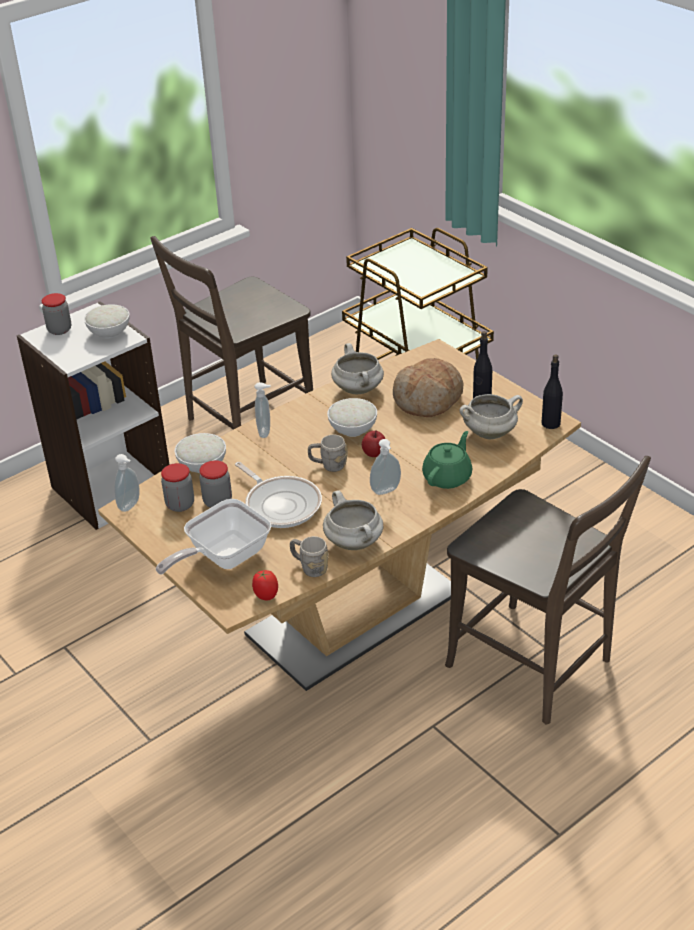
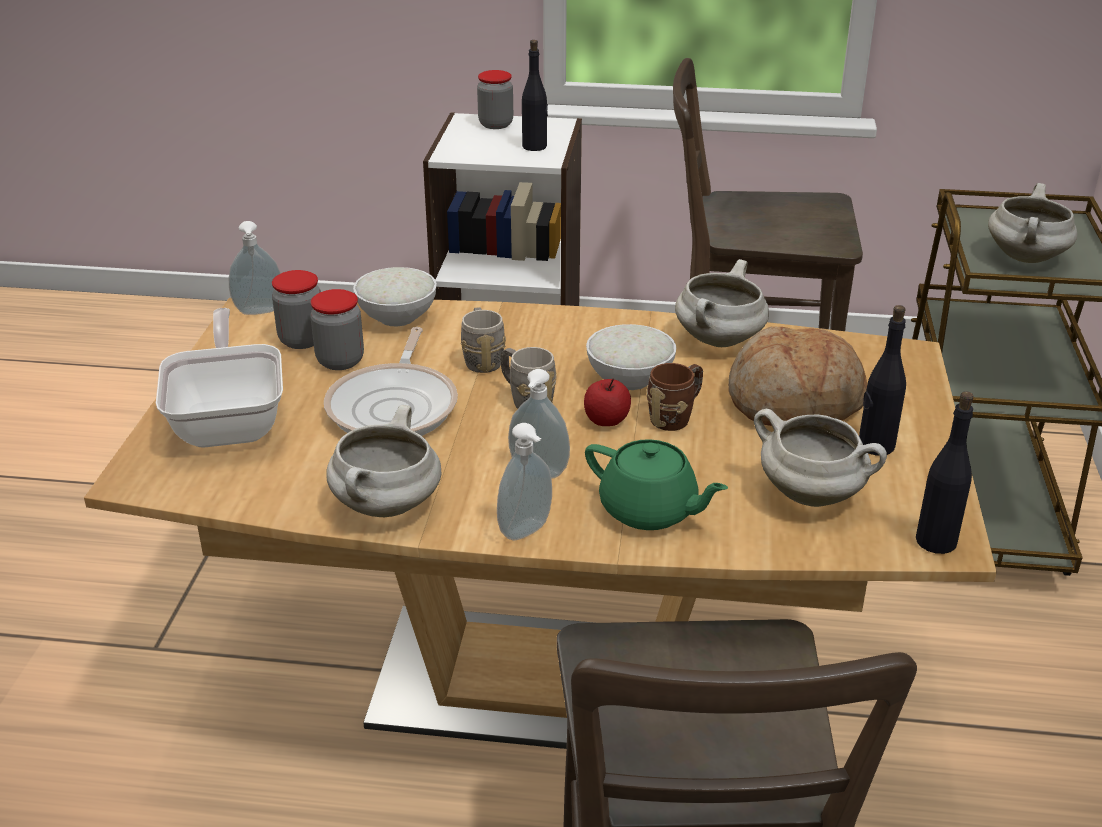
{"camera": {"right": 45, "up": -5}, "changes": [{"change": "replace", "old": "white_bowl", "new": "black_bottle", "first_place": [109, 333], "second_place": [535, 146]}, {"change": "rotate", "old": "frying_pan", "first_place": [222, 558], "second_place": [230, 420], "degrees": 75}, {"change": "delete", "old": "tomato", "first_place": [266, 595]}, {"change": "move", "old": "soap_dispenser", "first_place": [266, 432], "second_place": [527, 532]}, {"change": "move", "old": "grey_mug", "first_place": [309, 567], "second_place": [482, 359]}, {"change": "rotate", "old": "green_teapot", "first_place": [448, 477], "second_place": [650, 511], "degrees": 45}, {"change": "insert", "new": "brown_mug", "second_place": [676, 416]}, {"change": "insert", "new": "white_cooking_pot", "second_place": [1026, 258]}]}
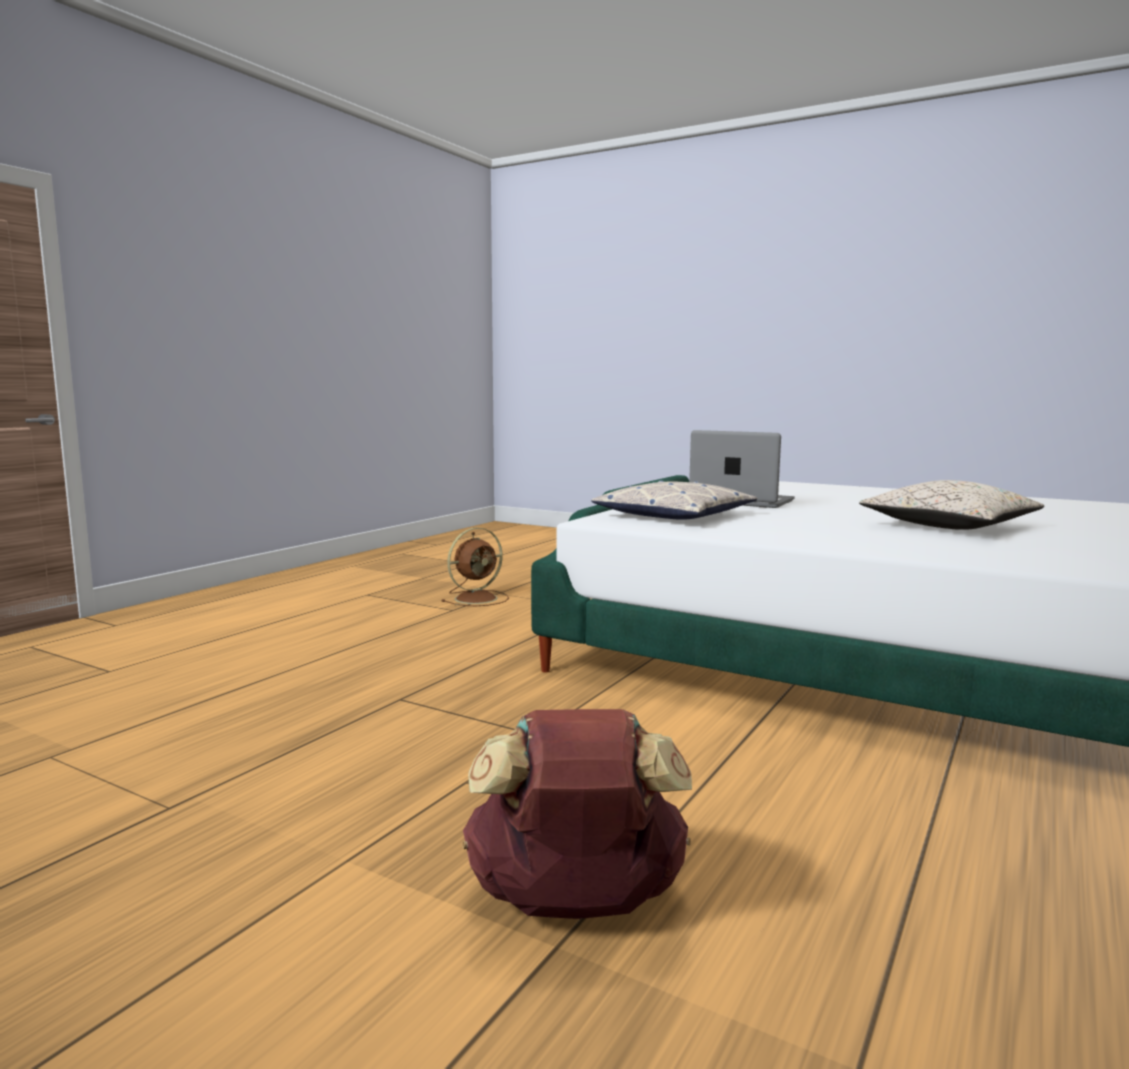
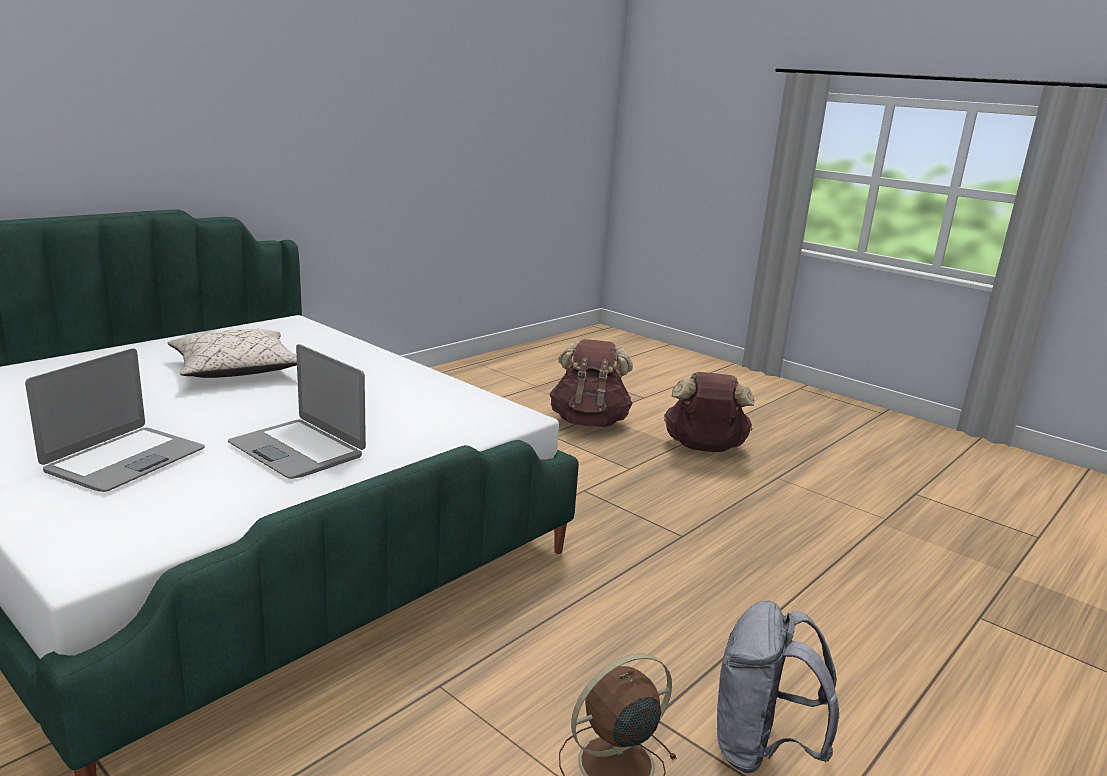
{"camera": {"right": -170, "up": 10}, "changes": [{"change": "delete", "old": "pillow", "first_place": [674, 516]}, {"change": "insert", "new": "laptop", "second_place": [124, 460]}, {"change": "insert", "new": "brown_backpack", "second_place": [704, 448]}, {"change": "insert", "new": "grey_backpack", "second_place": [760, 749]}]}
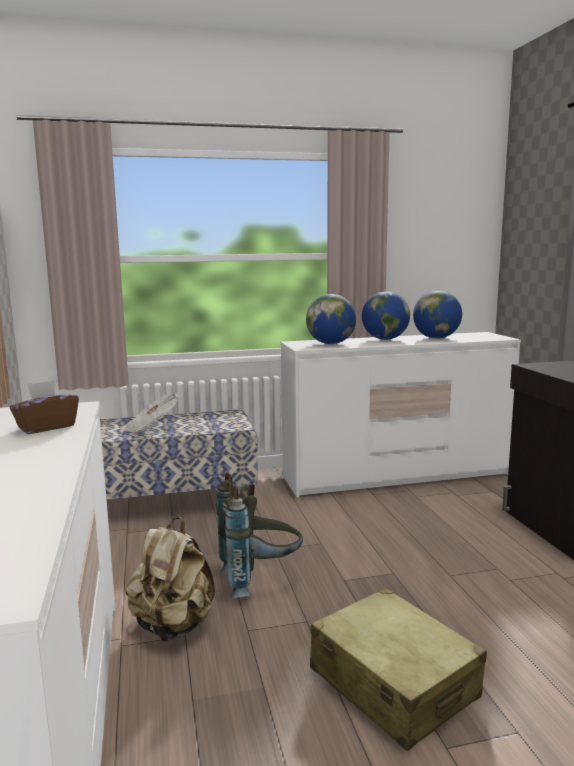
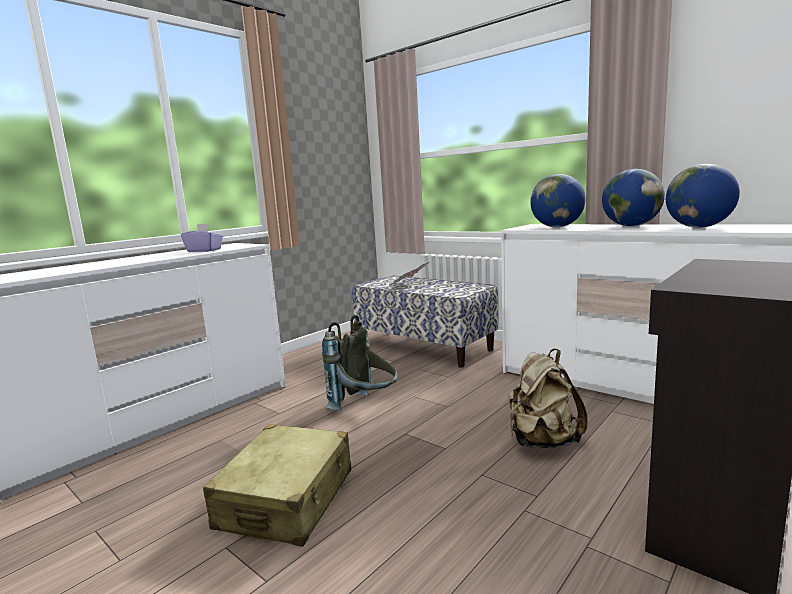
{"camera": {"right": 55, "up": 0}, "changes": [{"change": "recolor", "old": "brown_tissue_box", "new": "purple_tissue_box", "first_place": [46, 427], "second_place": [204, 250]}, {"change": "move", "old": "beige_backpack", "first_place": [173, 626], "second_place": [542, 441]}]}
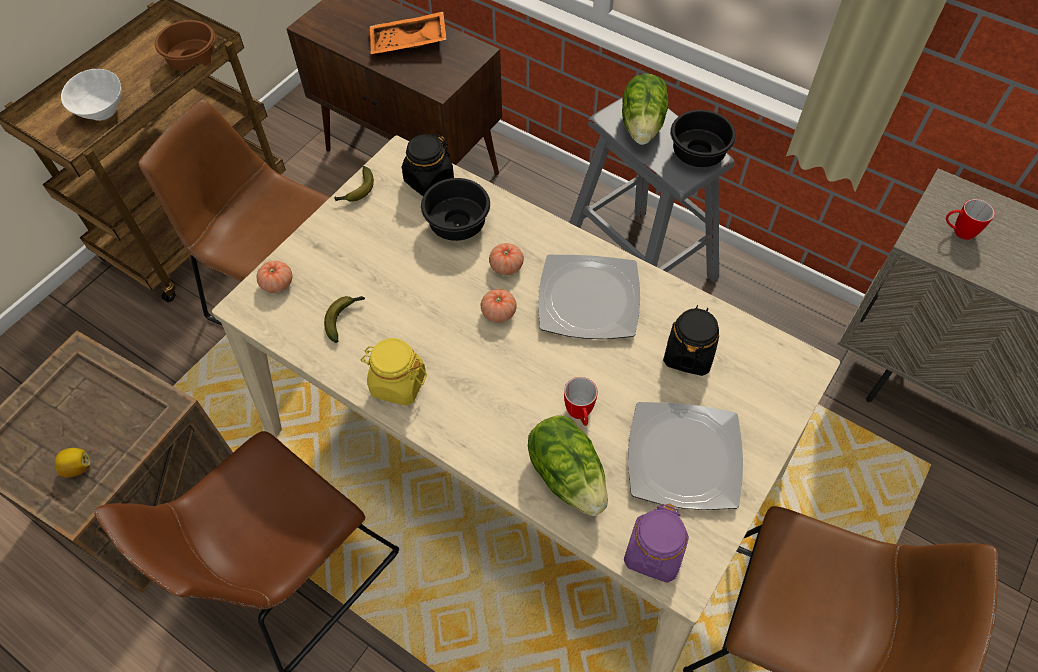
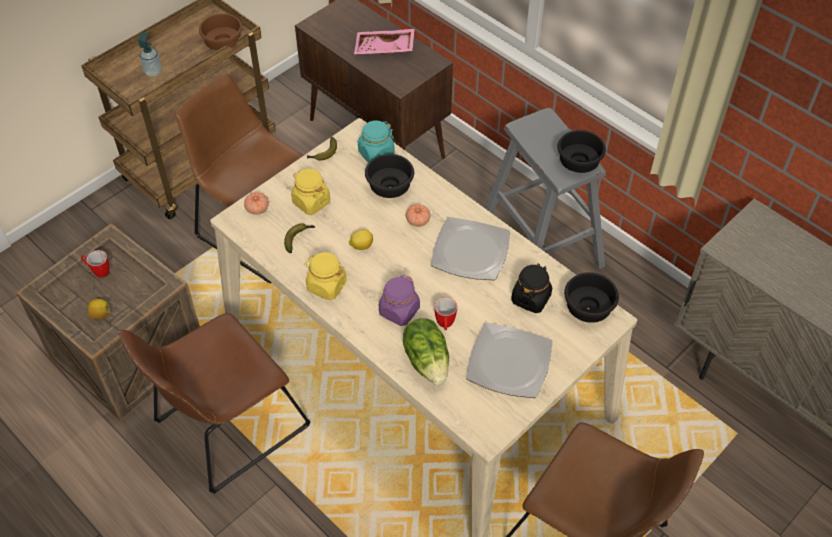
{"camera": {"right": 10, "up": -5}, "changes": [{"change": "replace", "old": "white_bowl", "new": "soap_dispenser", "first_place": [101, 112], "second_place": [153, 72]}, {"change": "recolor", "old": "orange_tray", "new": "pink_tray", "first_place": [408, 43], "second_place": [384, 49]}, {"change": "recolor", "old": "black_jar", "new": "turquoise_jar", "first_place": [429, 181], "second_place": [376, 154]}, {"change": "delete", "old": "tomato", "first_place": [498, 313]}, {"change": "delete", "old": "lettuce", "first_place": [643, 125]}, {"change": "move", "old": "purple_jar", "first_place": [654, 553], "second_place": [399, 311]}, {"change": "move", "old": "mug", "first_place": [957, 232], "second_place": [98, 271]}, {"change": "insert", "new": "yellow_jar", "second_place": [311, 202]}, {"change": "insert", "new": "lemon", "second_place": [361, 246]}, {"change": "insert", "new": "black_bowl", "second_place": [586, 308]}]}
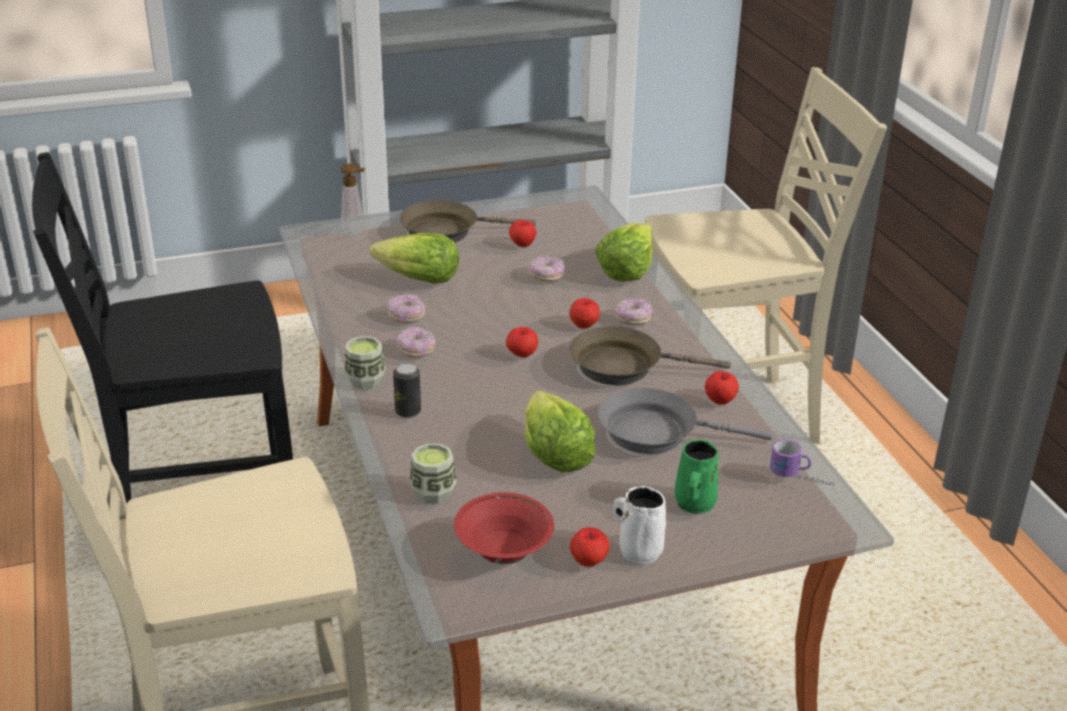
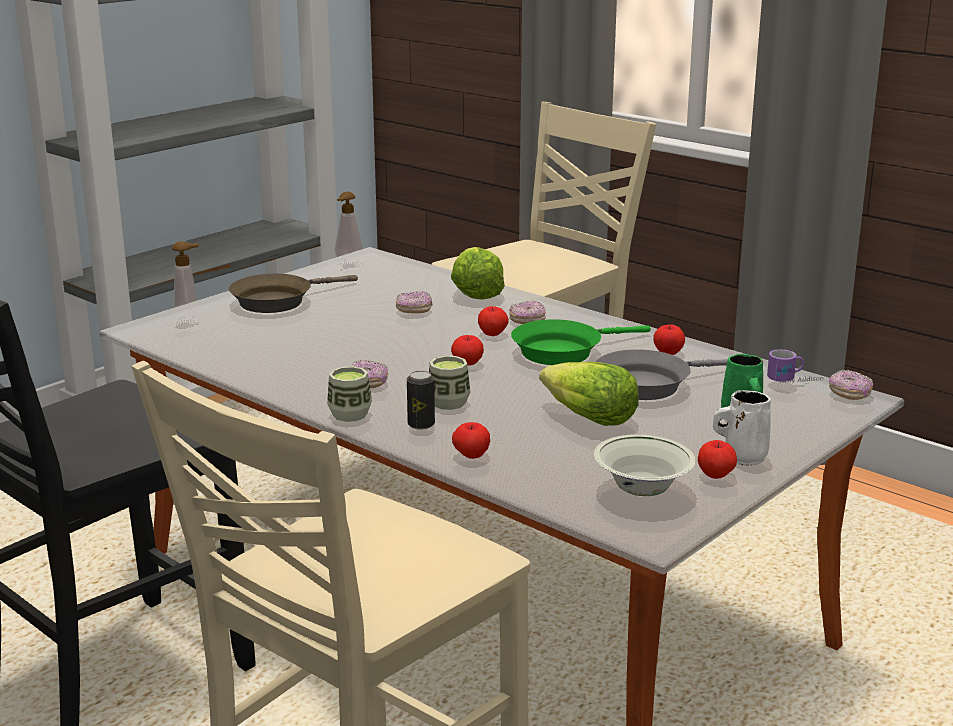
{"camera": {"right": -30, "up": -10}, "changes": [{"change": "delete", "old": "lettuce", "first_place": [418, 279]}, {"change": "move", "old": "donut", "first_place": [406, 316], "second_place": [849, 394]}, {"change": "move", "old": "cup", "first_place": [433, 492], "second_place": [448, 403]}, {"change": "recolor", "old": "red_bowl", "new": "white_bowl", "first_place": [503, 553], "second_place": [642, 491]}, {"change": "move", "old": "apple", "first_place": [522, 244], "second_place": [471, 456]}, {"change": "recolor", "old": "brown_frying_pan", "new": "green_frying_pan", "first_place": [623, 366], "second_place": [563, 351]}, {"change": "insert", "new": "soap_dispenser", "second_place": [348, 263]}]}
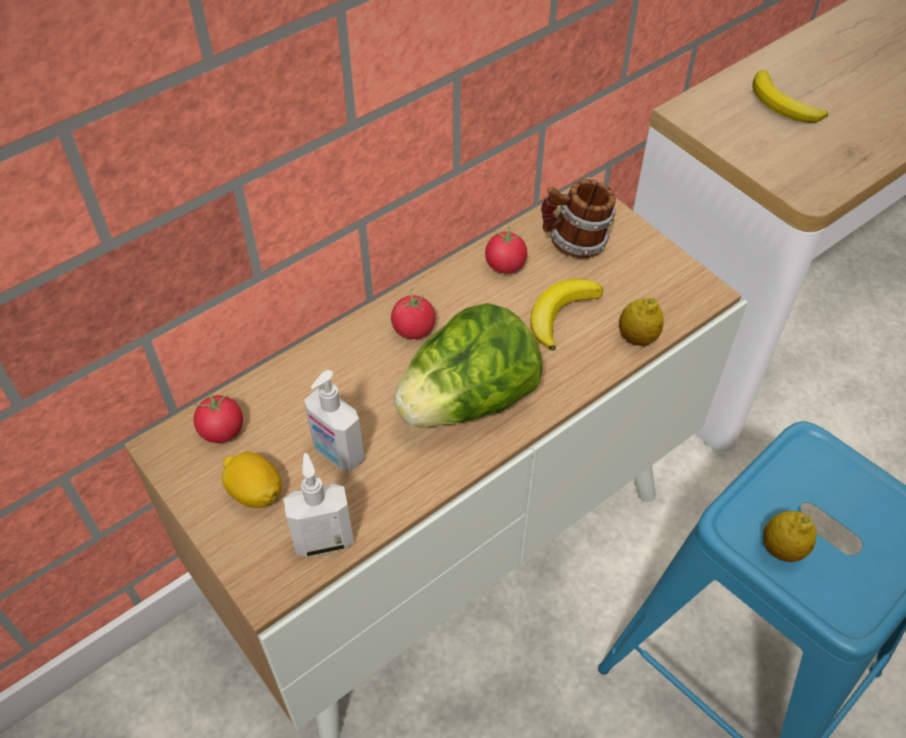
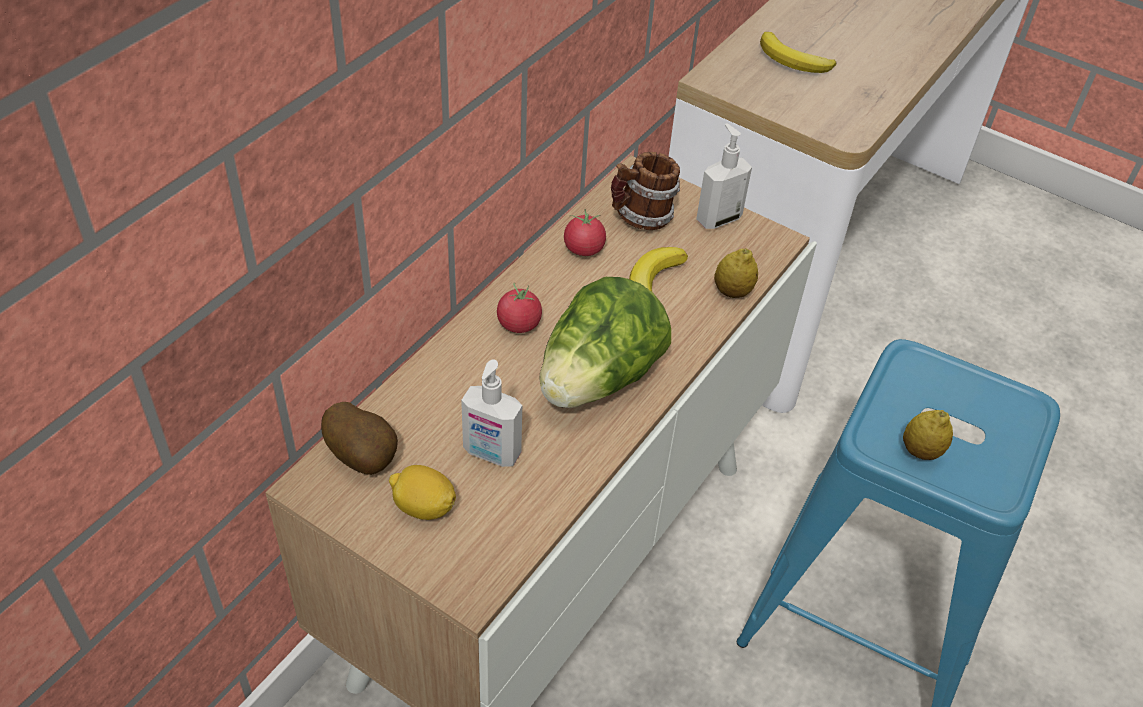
{"camera": {"right": -20, "up": -5}, "changes": [{"change": "replace", "old": "tomato", "new": "potato", "first_place": [222, 430], "second_place": [364, 456]}, {"change": "move", "old": "soap_dispenser", "first_place": [324, 540], "second_place": [718, 218]}]}
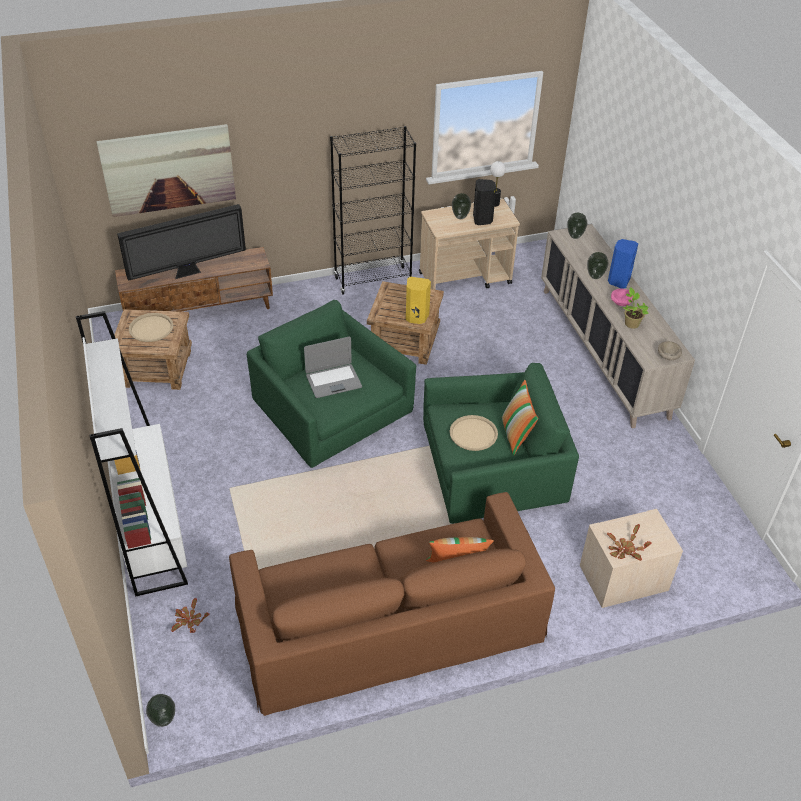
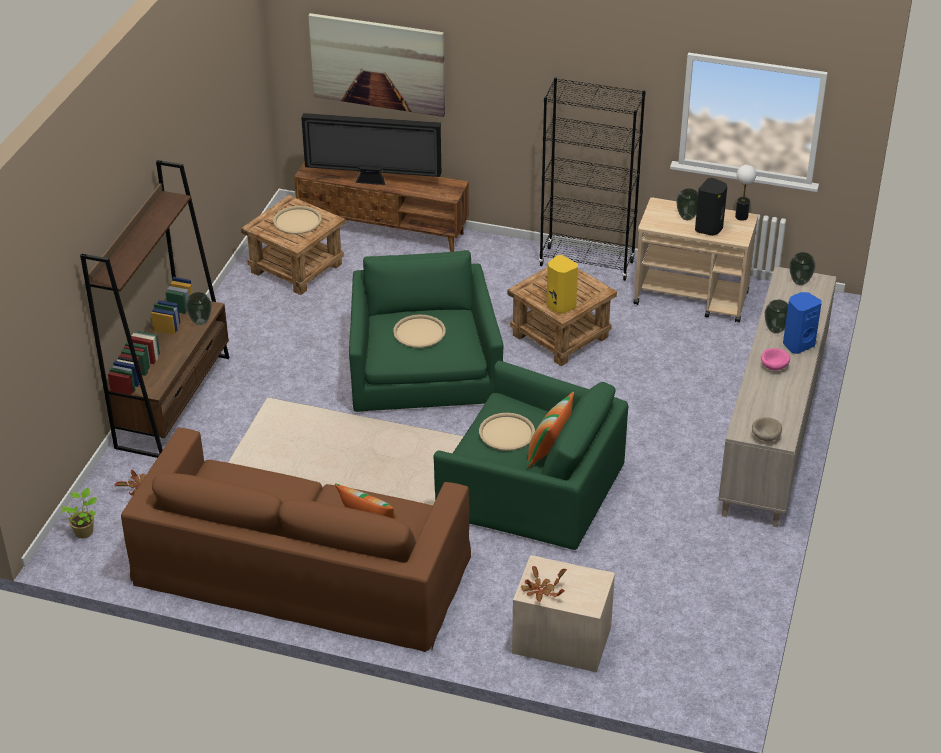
{"camera": {"right": 35, "up": -5}, "changes": [{"change": "recolor", "old": "white_bookcase", "new": "brown_bookcase", "first_place": [152, 527], "second_place": [174, 401]}, {"change": "move", "old": "vase", "first_place": [163, 720], "second_place": [200, 322]}, {"change": "replace", "old": "laptop", "new": "beige_tray", "first_place": [333, 381], "second_place": [419, 332]}, {"change": "move", "old": "potted_plant", "first_place": [631, 323], "second_place": [84, 531]}]}
